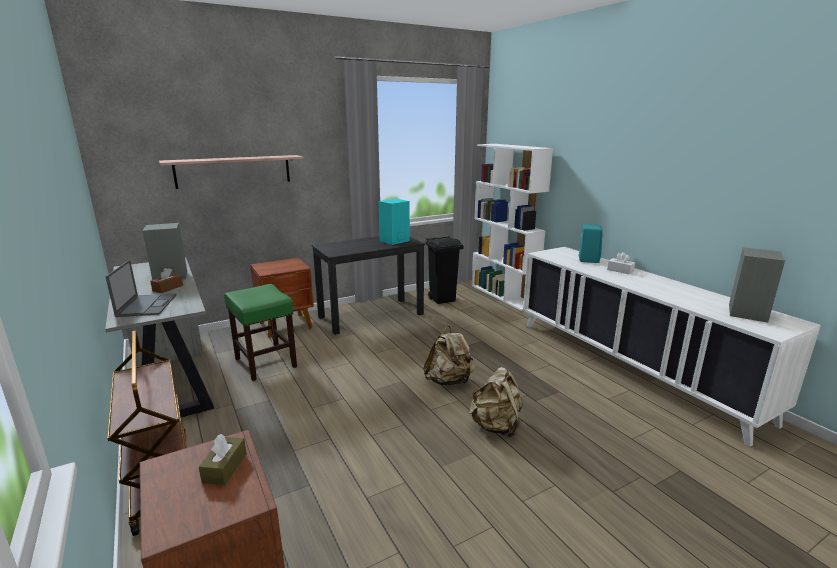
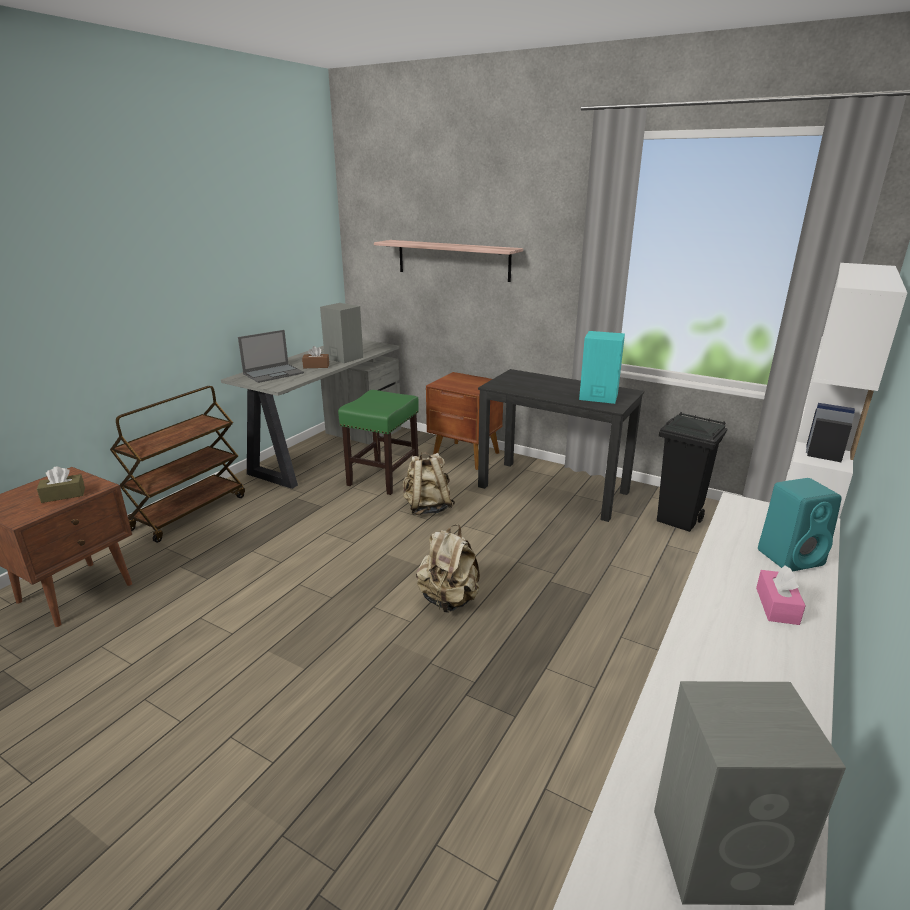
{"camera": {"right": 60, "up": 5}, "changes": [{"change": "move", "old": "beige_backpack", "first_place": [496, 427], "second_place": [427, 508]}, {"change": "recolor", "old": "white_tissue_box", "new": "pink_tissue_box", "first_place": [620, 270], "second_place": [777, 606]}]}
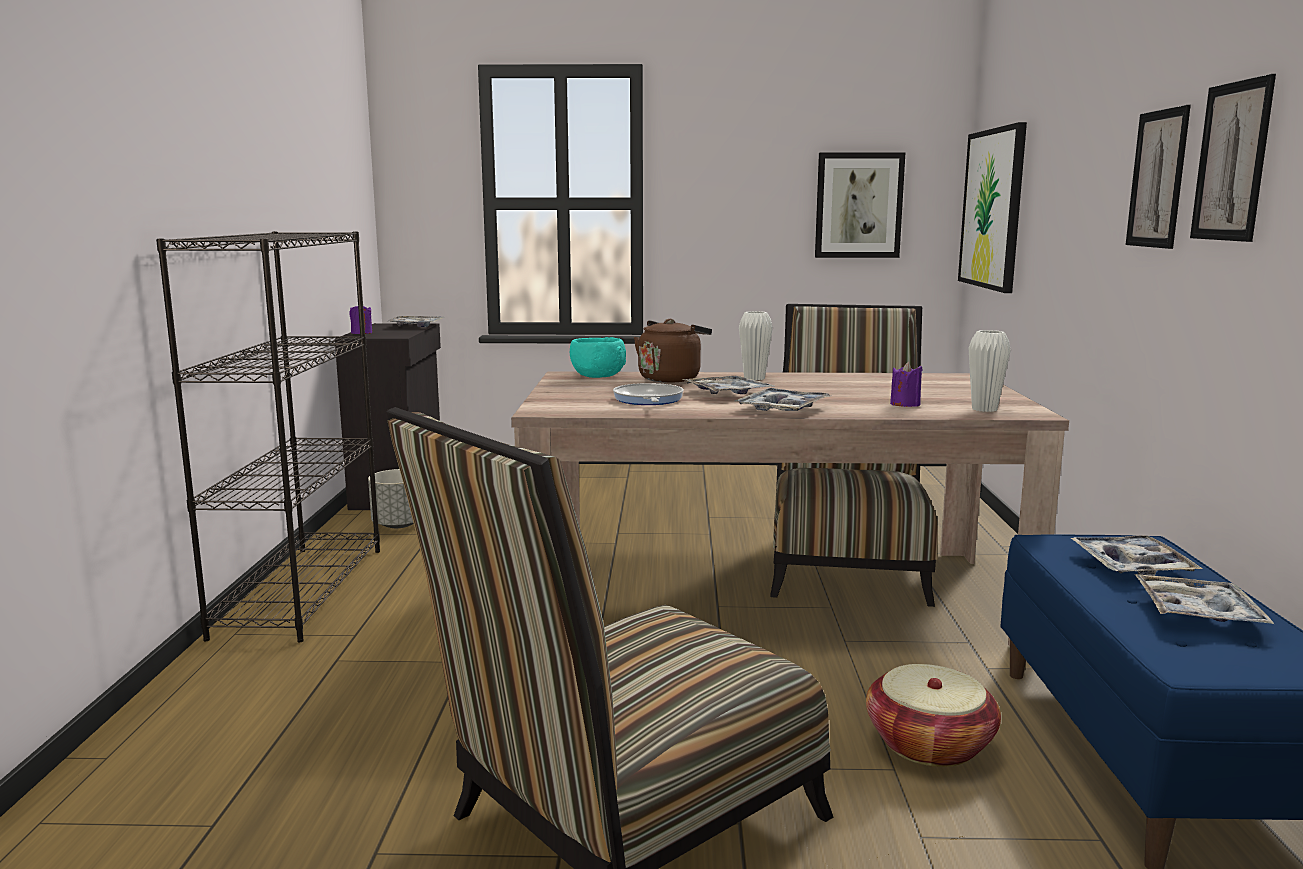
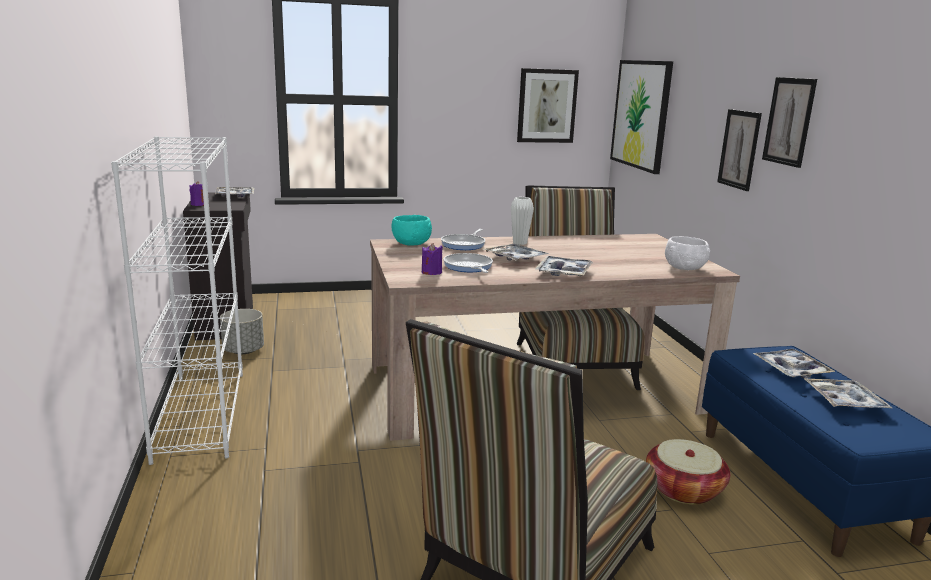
{"camera": {"right": -15, "up": 5}, "changes": [{"change": "recolor", "old": "black_bookcase", "new": "white_bookcase", "first_place": [301, 590], "second_place": [200, 413]}, {"change": "replace", "old": "brown_kettle", "new": "frying_pan", "first_place": [671, 378], "second_place": [464, 244]}, {"change": "move", "old": "purple_candle", "first_place": [905, 404], "second_place": [431, 272]}, {"change": "replace", "old": "white_vase", "new": "white_bowl", "first_place": [984, 409], "second_place": [685, 268]}, {"change": "move", "old": "picture", "first_place": [1232, 161], "second_place": [739, 149]}]}
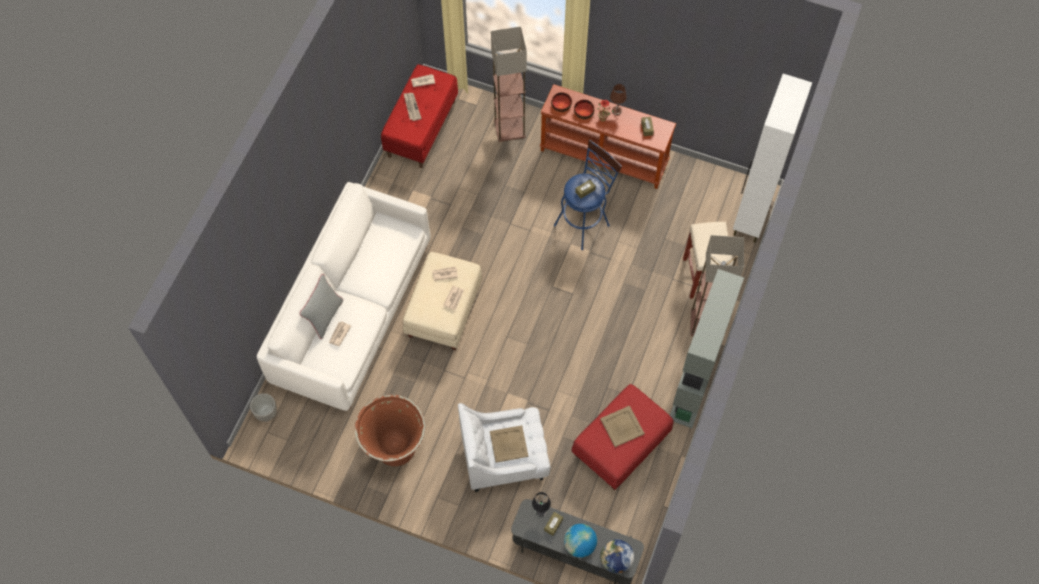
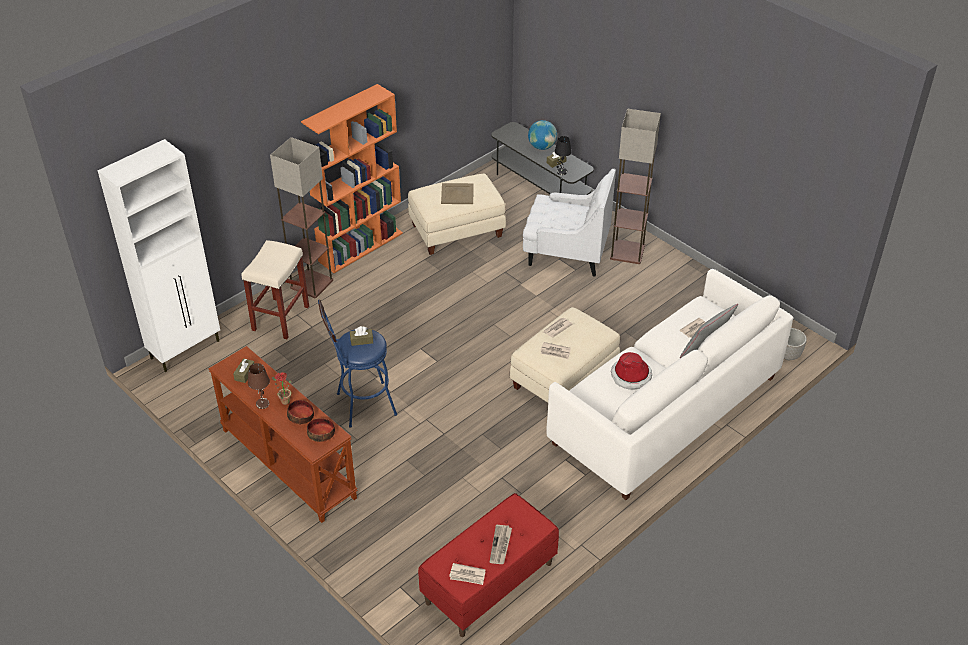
{"camera": {"right": -155, "up": -20}, "changes": [{"change": "delete", "old": "brown_planter", "first_place": [395, 448]}, {"change": "delete", "old": "beige_tray", "first_place": [508, 443]}, {"change": "move", "old": "floor_lamp", "first_place": [510, 127], "second_place": [626, 252]}, {"change": "recolor", "old": "red_ottoman", "new": "beige_ottoman", "first_place": [621, 446], "second_place": [457, 230]}, {"change": "delete", "old": "globe", "first_place": [615, 560]}, {"change": "recolor", "old": "grey_bookcase", "new": "orange_bookcase", "first_place": [694, 386], "second_place": [361, 246]}, {"change": "insert", "new": "hat", "second_place": [631, 376]}]}
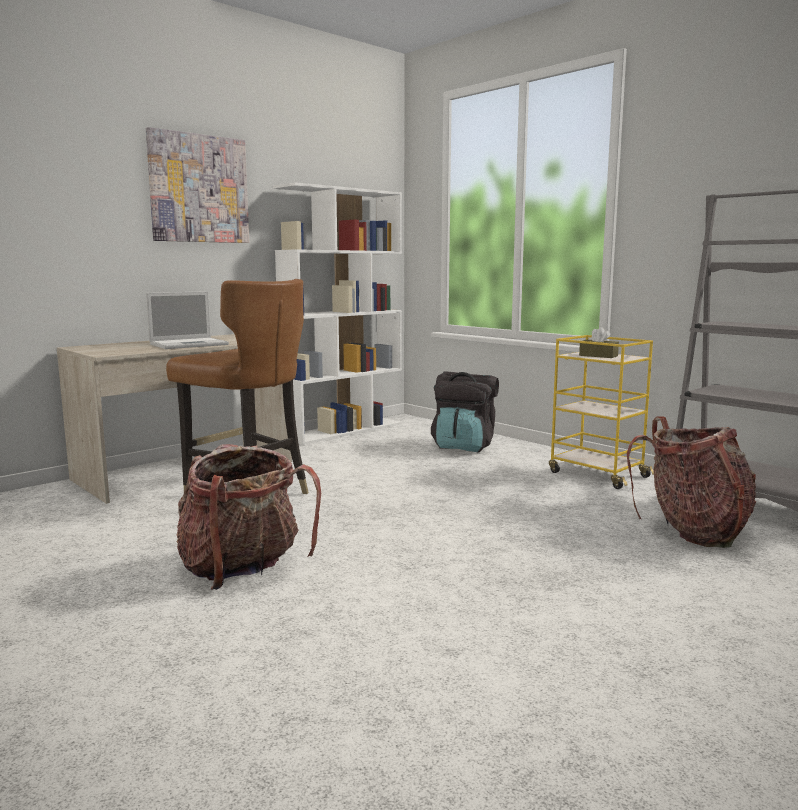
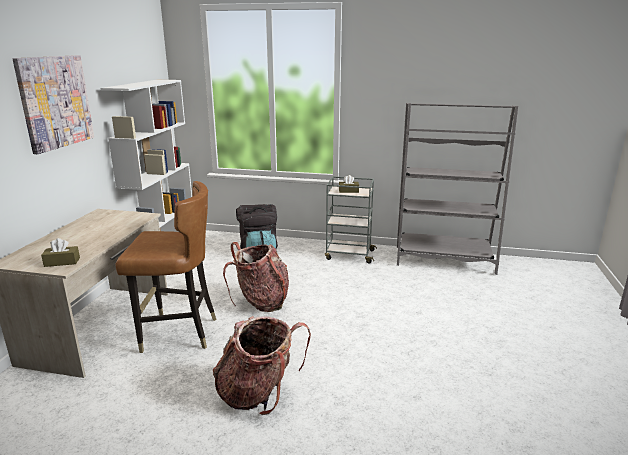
{"camera": {"right": -35, "up": 10}, "changes": [{"change": "delete", "old": "laptop", "first_place": [190, 344]}, {"change": "recolor", "old": "yellow_cart", "new": "grey_cart", "first_place": [597, 474], "second_place": [349, 255]}, {"change": "move", "old": "backpack", "first_place": [693, 531], "second_place": [261, 302]}, {"change": "insert", "new": "brown_tissue_box", "second_place": [62, 262]}]}
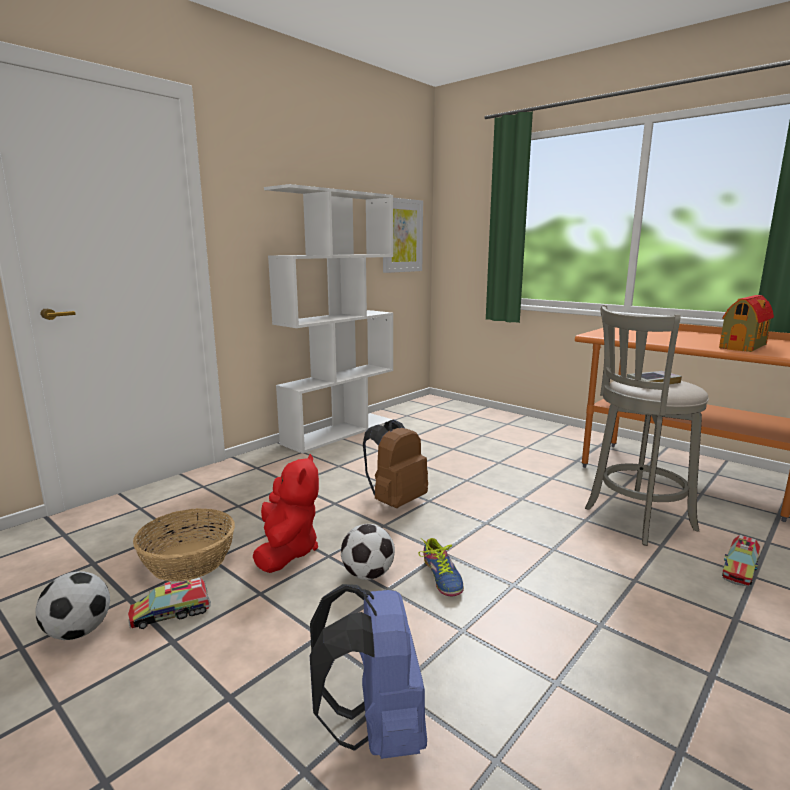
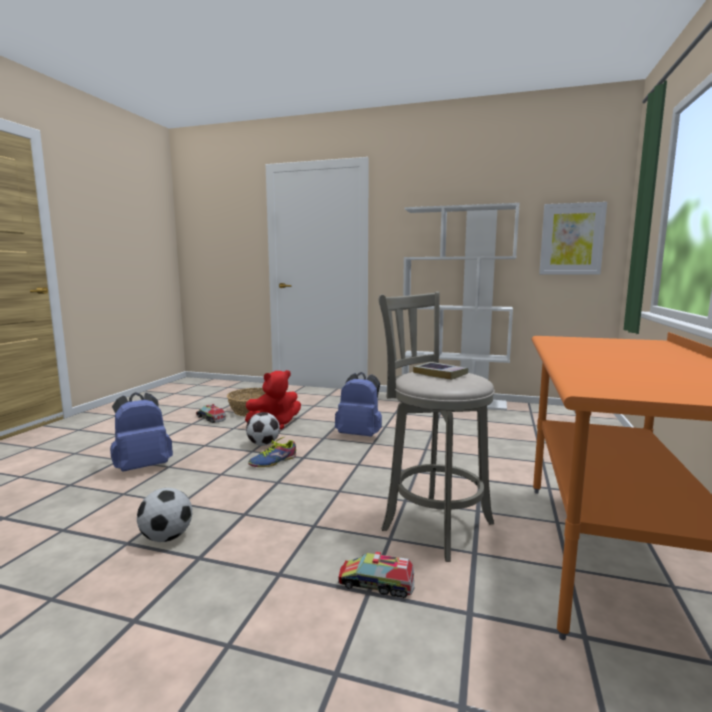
{"camera": {"right": 65, "up": -5}, "changes": [{"change": "move", "old": "football", "first_place": [78, 631], "second_place": [167, 537]}, {"change": "recolor", "old": "brown_backpack", "new": "blue_backpack", "first_place": [395, 501], "second_place": [360, 435]}, {"change": "delete", "old": "toy_house", "first_place": [743, 346]}]}
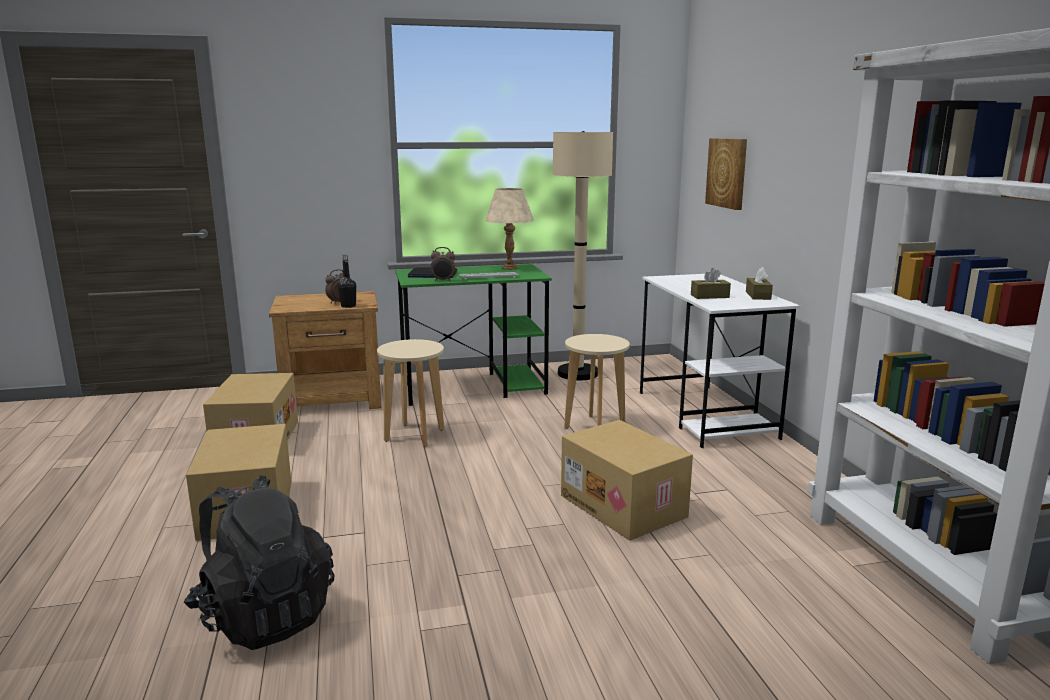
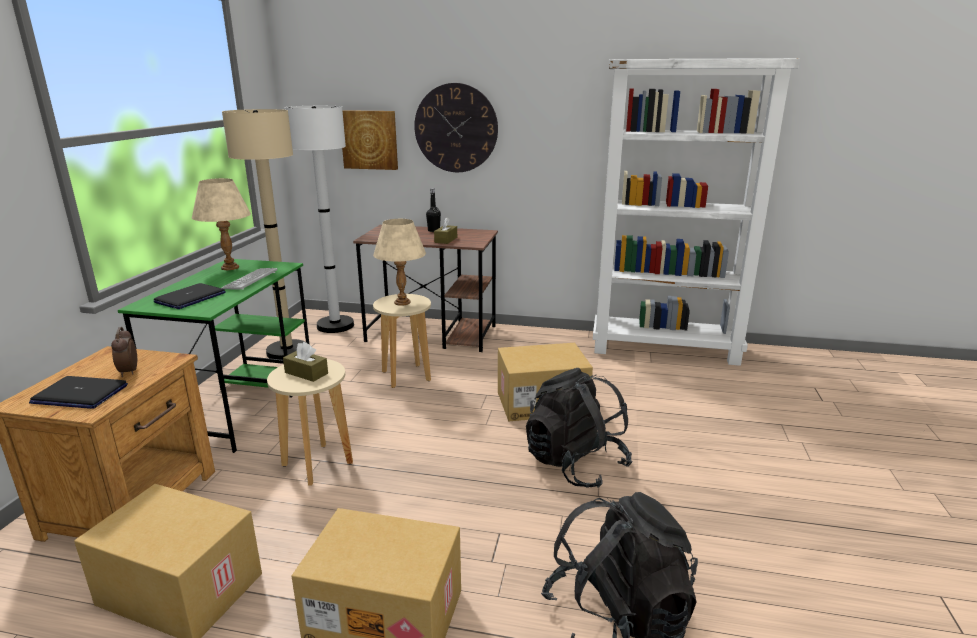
{"camera": {"right": -65, "up": 5}, "changes": [{"change": "move", "old": "black_bottle", "first_place": [348, 306], "second_place": [433, 231]}, {"change": "delete", "old": "alarm_clock", "first_place": [443, 280]}, {"change": "recolor", "old": "white_desk", "new": "brown_desk", "first_place": [705, 414], "second_place": [432, 334]}, {"change": "move", "old": "brown_tissue_box", "first_place": [758, 295], "second_place": [306, 373]}, {"change": "insert", "new": "laptop", "second_place": [79, 394]}, {"change": "insert", "new": "white_floor_lamp", "second_place": [335, 325]}, {"change": "insert", "new": "beige_table_lamp", "second_place": [402, 302]}, {"change": "insert", "new": "wall_clock", "second_place": [456, 128]}, {"change": "insert", "new": "black_backpack", "second_place": [575, 464]}]}
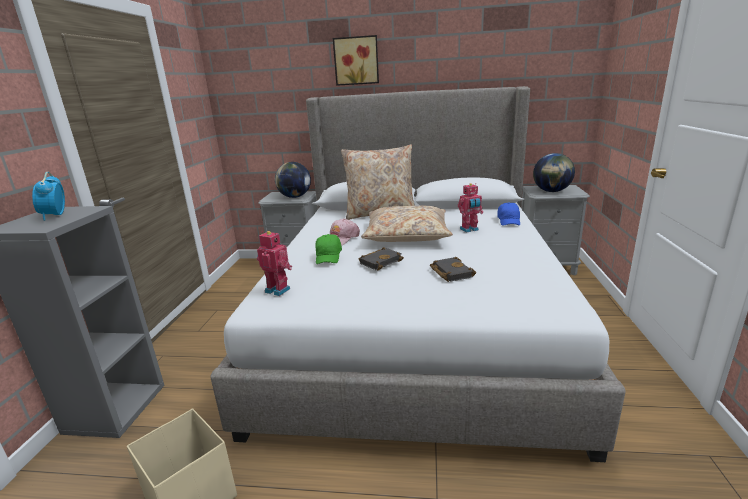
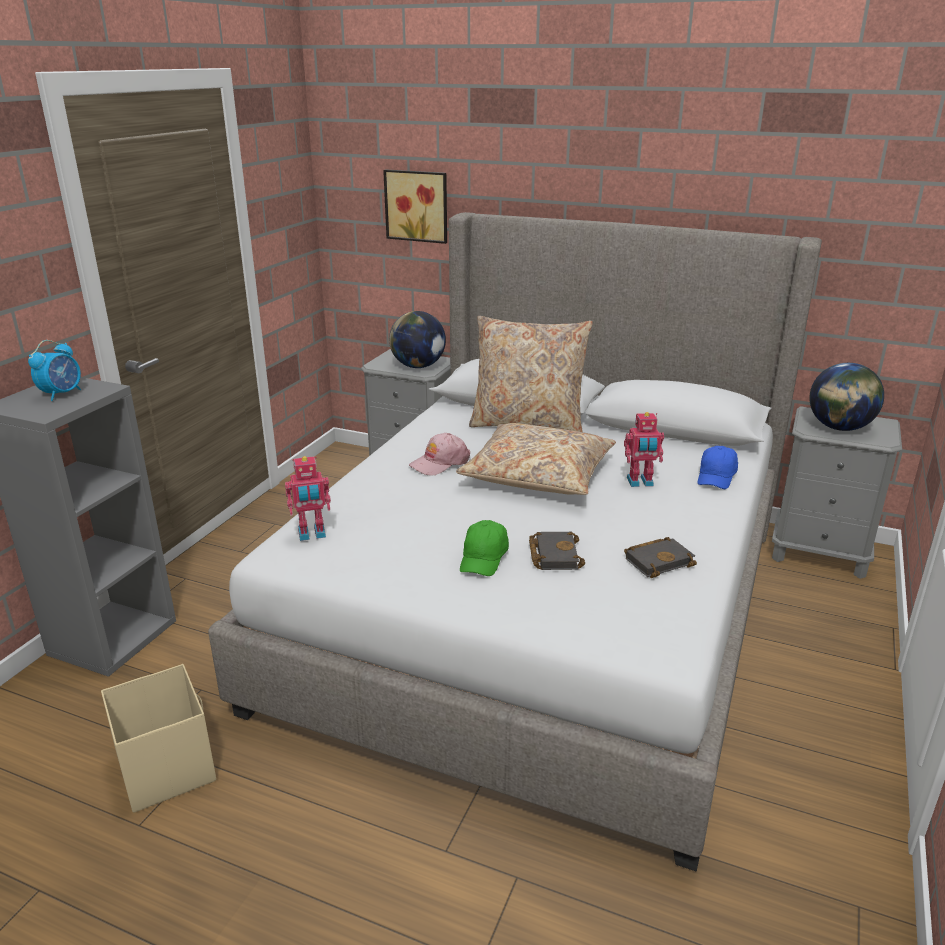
{"camera": {"right": 15, "up": 5}, "changes": [{"change": "rotate", "old": "alarm_clock", "first_place": [55, 216], "second_place": [62, 394], "degrees": -150}, {"change": "rotate", "old": "toy_robot", "first_place": [278, 289], "second_place": [312, 534], "degrees": 120}, {"change": "move", "old": "green_cap", "first_place": [328, 257], "second_place": [484, 559]}, {"change": "move", "old": "picture", "first_place": [356, 61], "second_place": [417, 205]}, {"change": "move", "old": "black_book", "first_place": [380, 261], "second_place": [659, 560]}]}
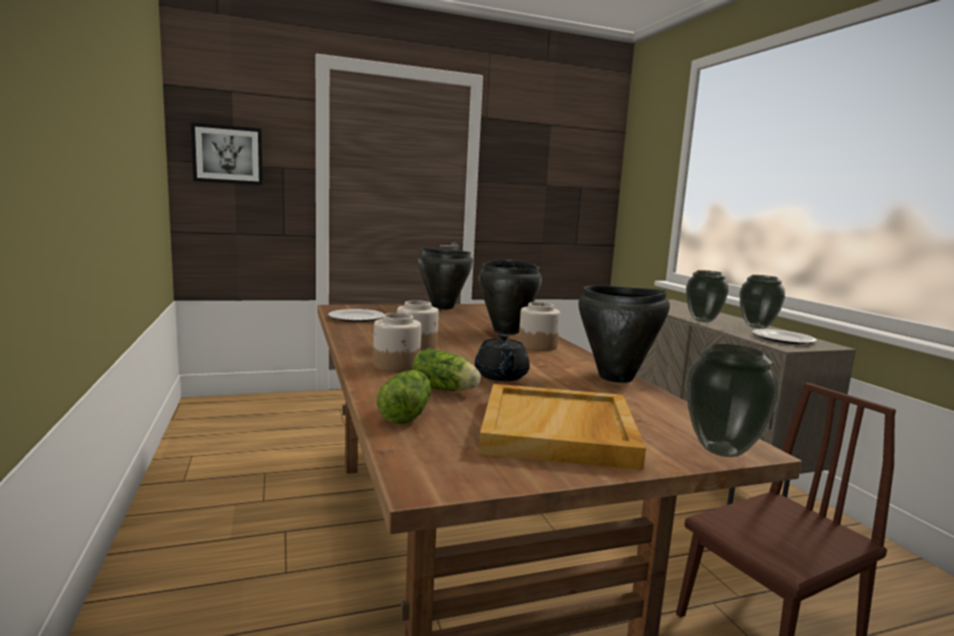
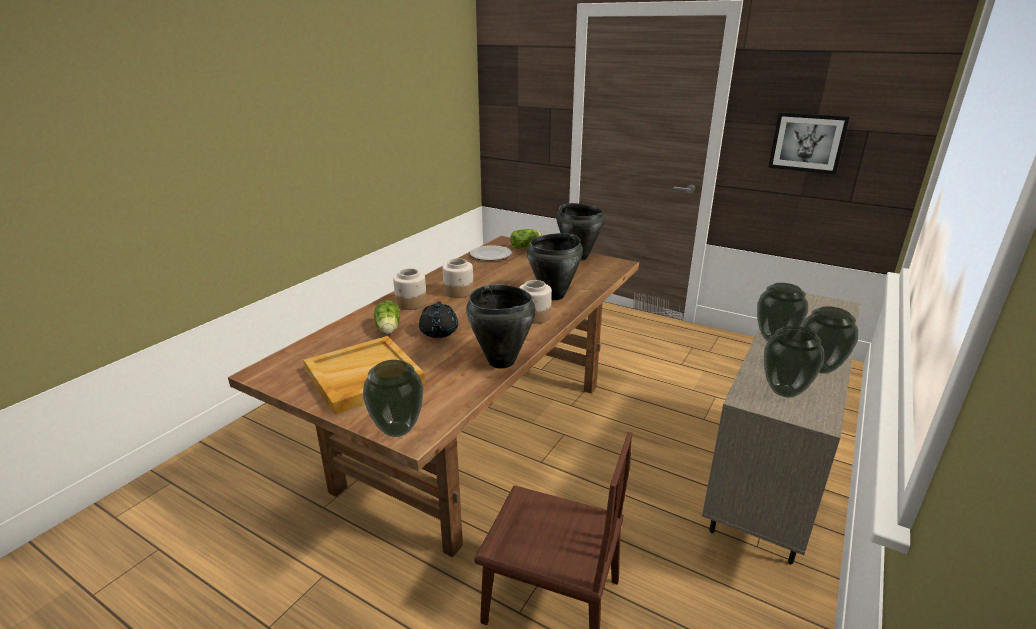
{"camera": {"right": 50, "up": 15}, "changes": [{"change": "move", "old": "picture", "first_place": [228, 154], "second_place": [807, 142]}, {"change": "move", "old": "lettuce", "first_place": [407, 413], "second_place": [527, 246]}, {"change": "rotate", "old": "black_teapot", "first_place": [501, 376], "second_place": [438, 332], "degrees": -45}, {"change": "replace", "old": "plate", "new": "vase", "first_place": [782, 339], "second_place": [784, 391]}]}
